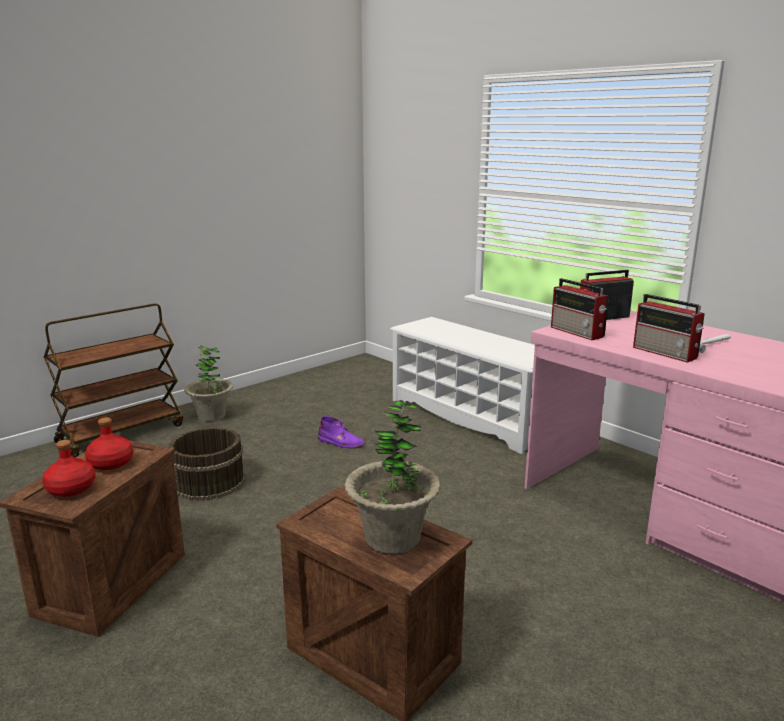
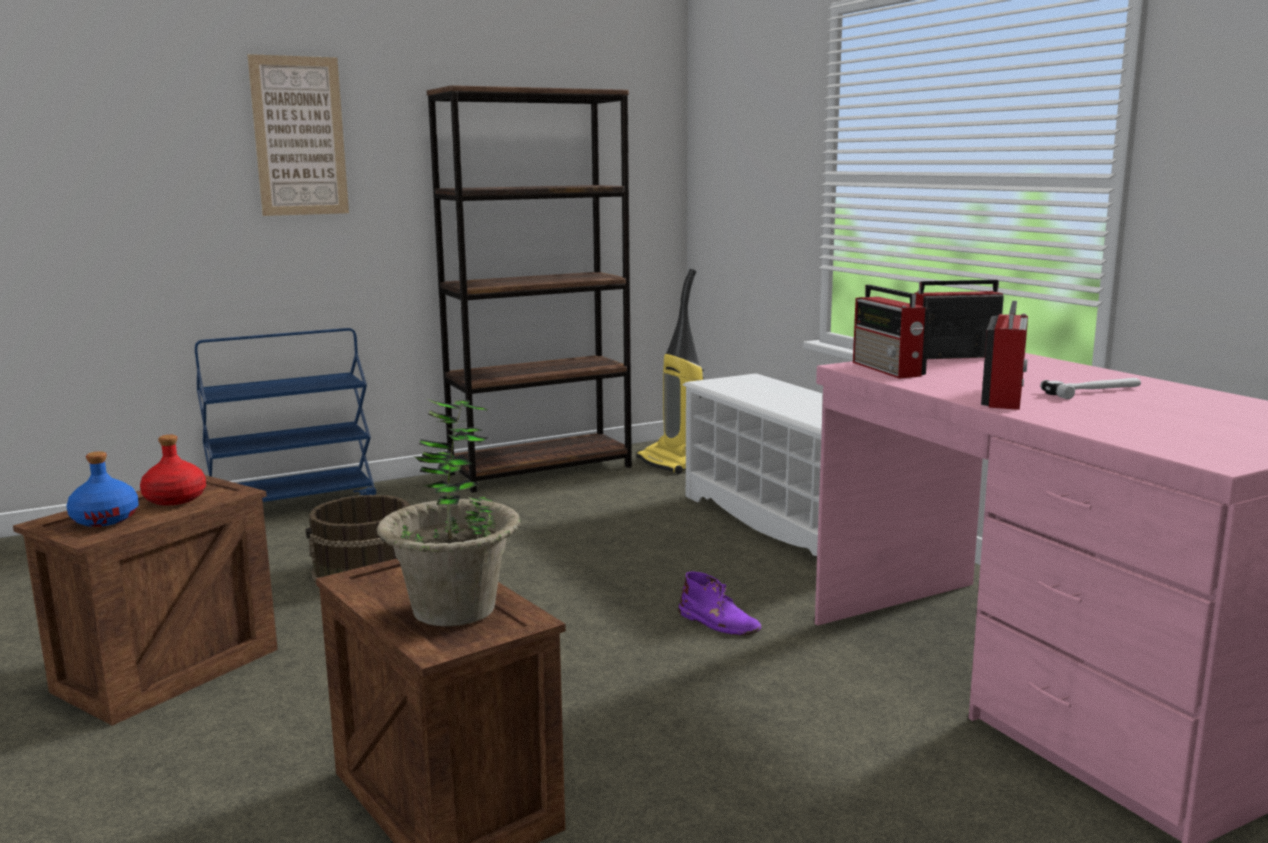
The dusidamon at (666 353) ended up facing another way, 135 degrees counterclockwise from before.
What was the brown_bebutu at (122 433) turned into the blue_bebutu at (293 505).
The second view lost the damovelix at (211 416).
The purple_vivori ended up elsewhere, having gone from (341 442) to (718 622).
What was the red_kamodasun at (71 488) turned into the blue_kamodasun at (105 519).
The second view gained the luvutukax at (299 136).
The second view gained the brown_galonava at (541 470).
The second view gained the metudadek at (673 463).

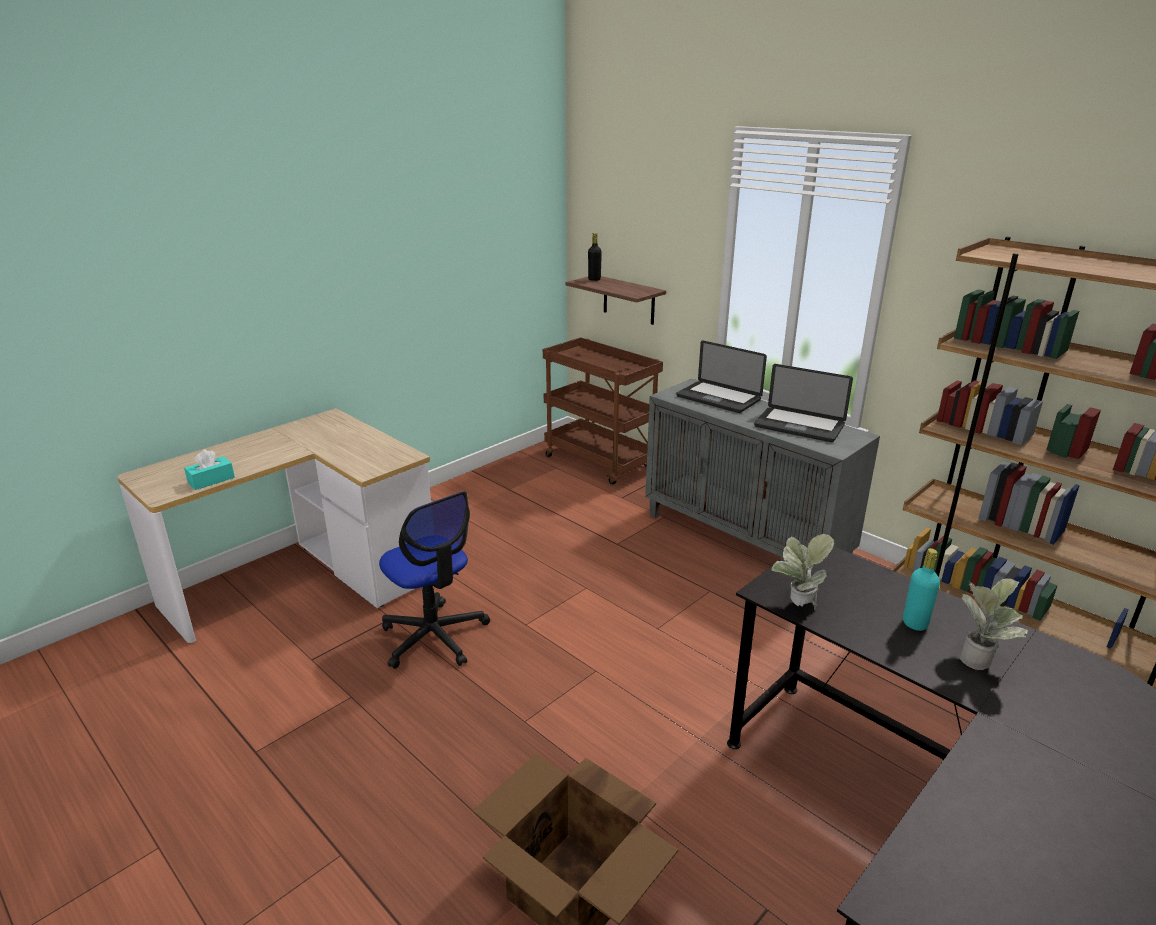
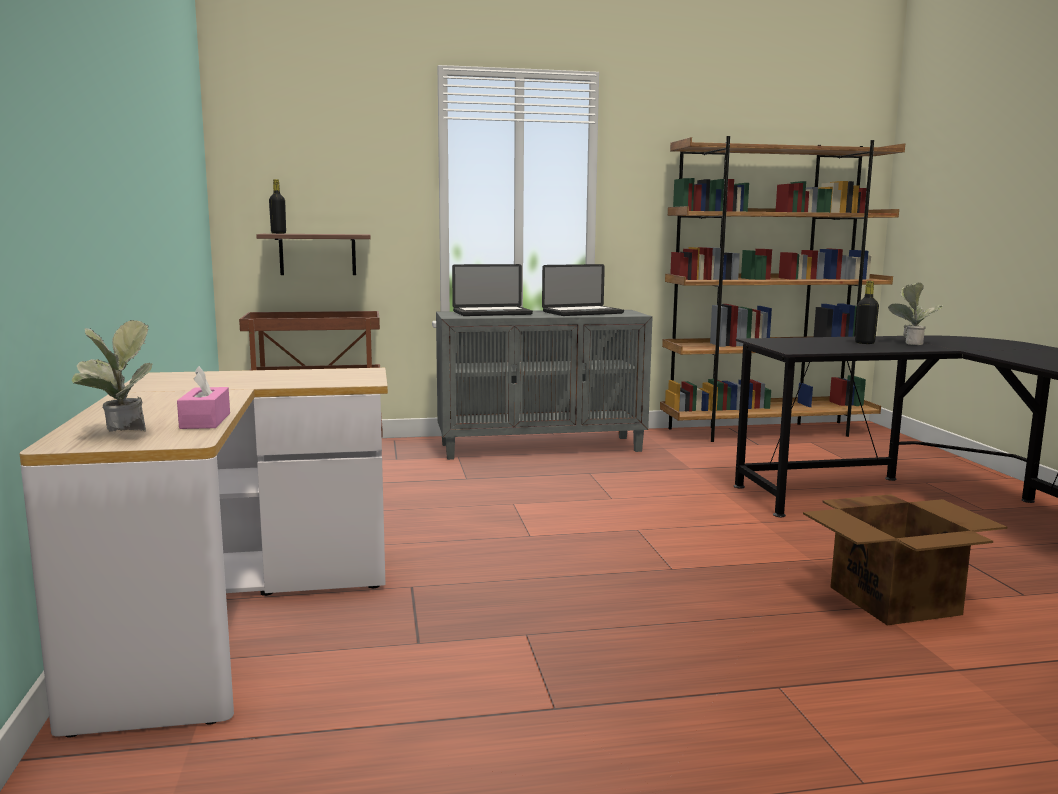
What was the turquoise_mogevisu at (211 480) turned into the pink_mogevisu at (205 421).
The second view lost the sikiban at (434 636).
The damovelix ended up elsewhere, having gone from (796 607) to (119 436).
What was the turquoise_kamodasun at (915 623) turned into the black_kamodasun at (864 343).

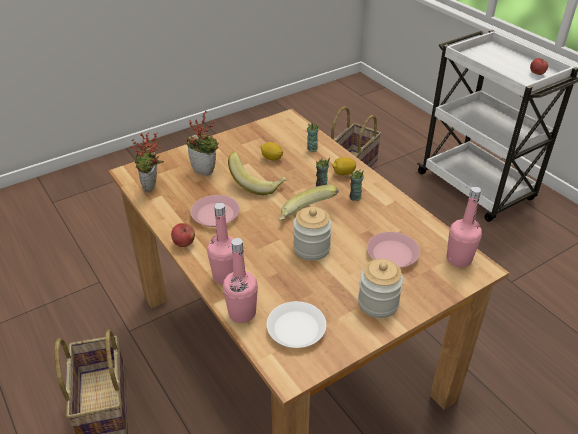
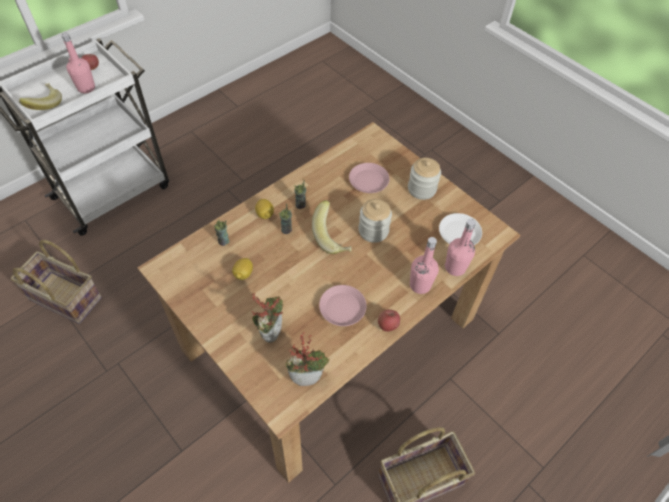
The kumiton ended up elsewhere, having gone from (257 184) to (44 105).
The pink_kamodasun ended up elsewhere, having gone from (458 259) to (86 88).

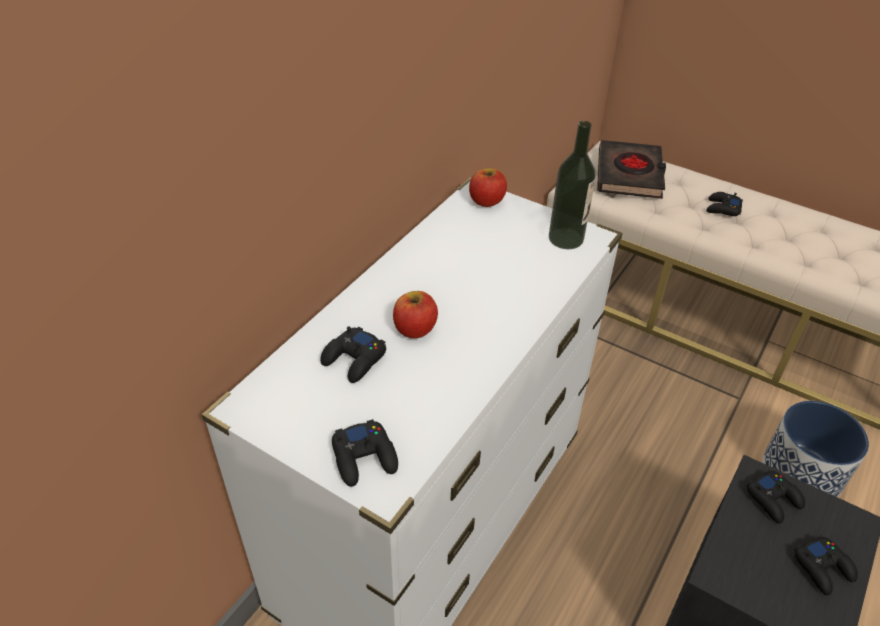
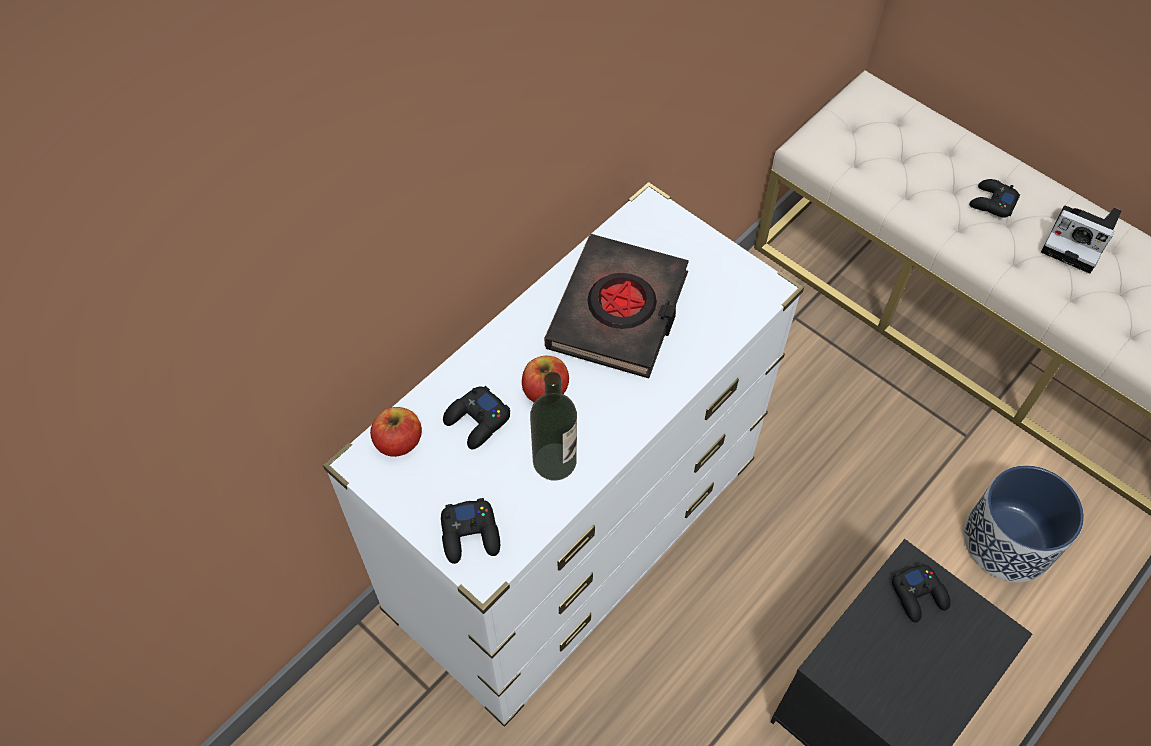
The kamodasun ended up elsewhere, having gone from (566 238) to (554 461).
The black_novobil ended up elsewhere, having gone from (629 175) to (619 312).
The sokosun ended up elsewhere, having gone from (486 201) to (398 442).
The second view lost the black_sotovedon at (823 568).
The second view gained the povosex at (1078 242).

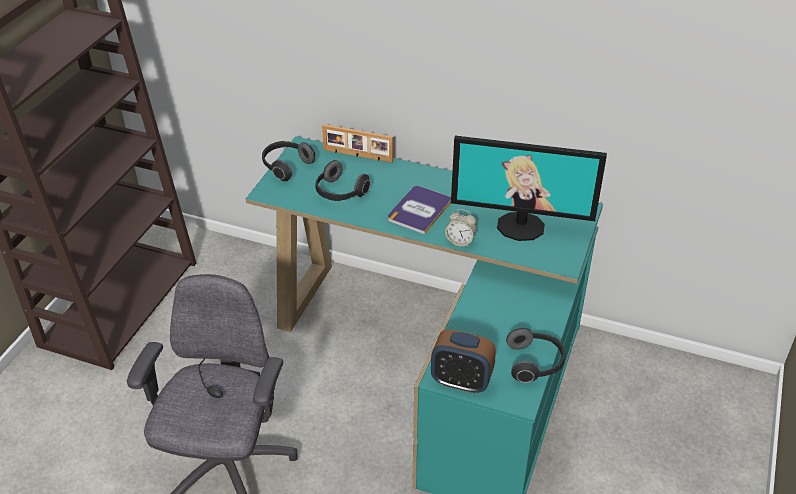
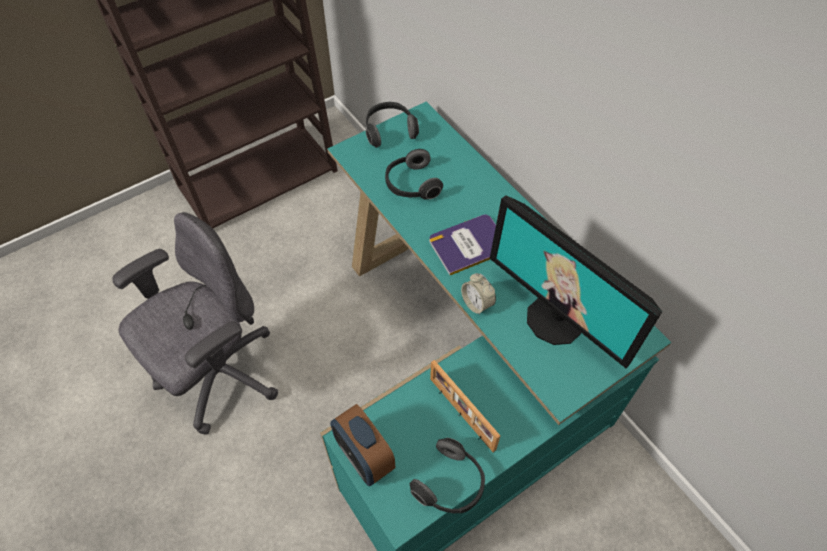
The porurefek ended up elsewhere, having gone from (357 156) to (461 414).

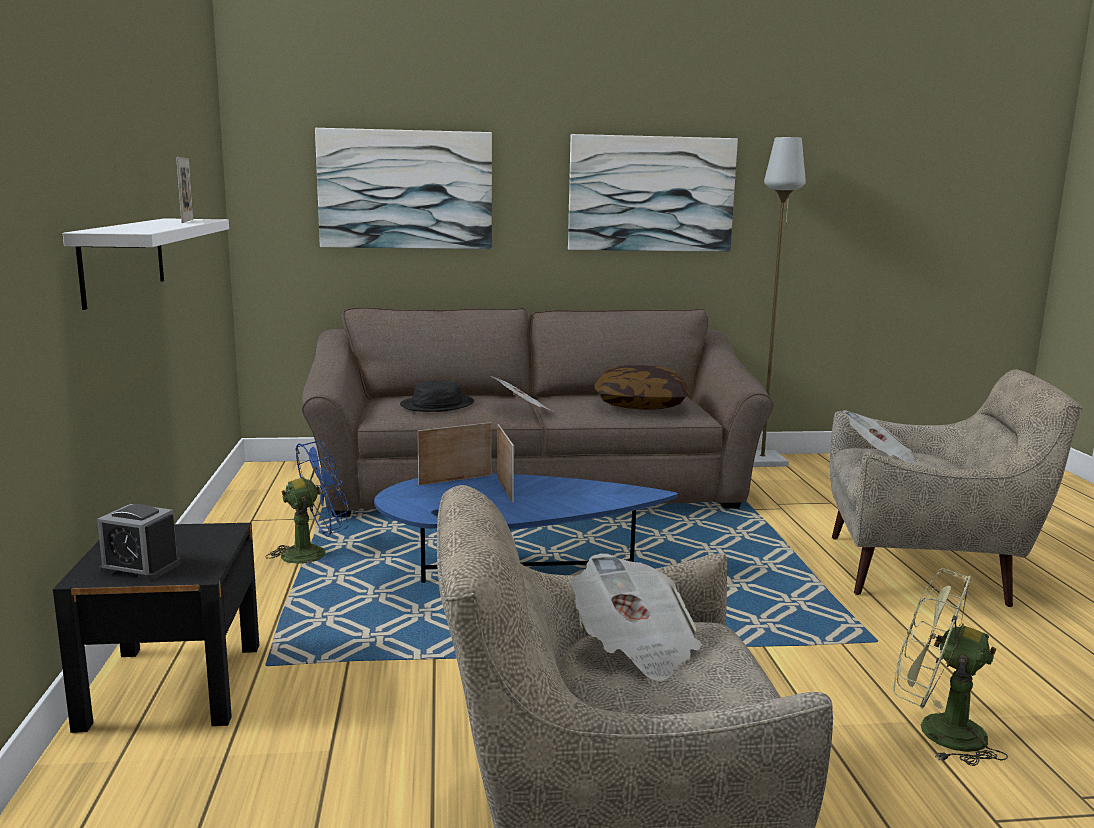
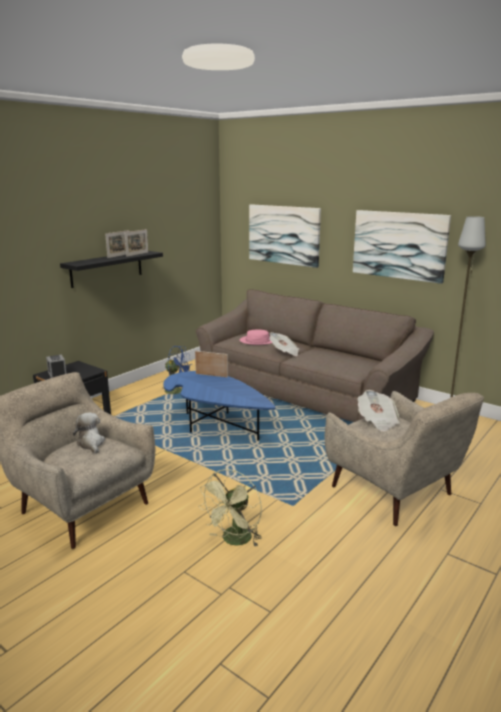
What was the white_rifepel at (123 259) turned into the black_rifepel at (107 268).
The second view lost the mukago at (640 405).
What was the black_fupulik at (437 405) turned into the pink_fupulik at (257 341).
The porurefek ended up elsewhere, having gone from (505 489) to (119 255).
Where the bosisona stood at (635 647), the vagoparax came to stand at (91 443).
The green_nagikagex at (936 731) ended up facing another way, 135 degrees counterclockwise from before.

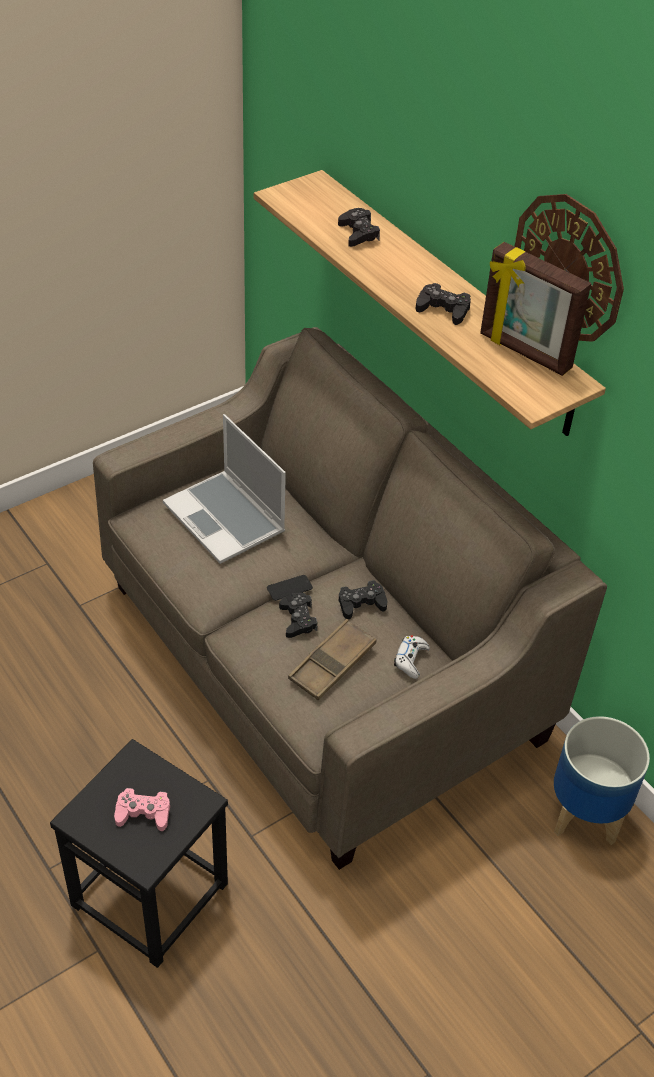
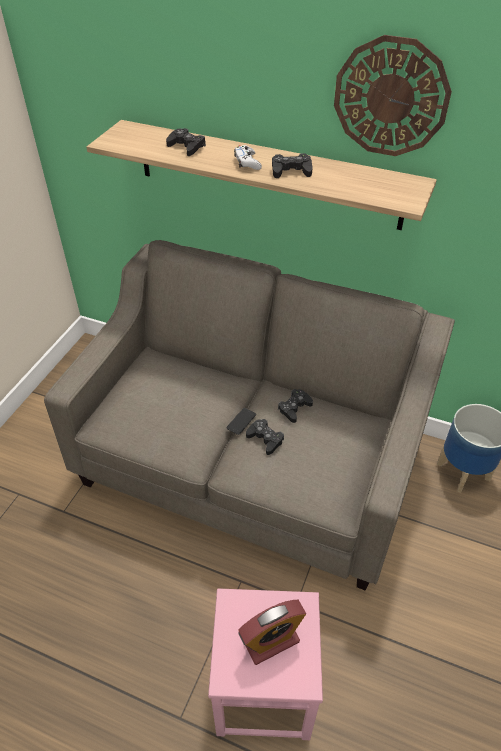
The second view lost the porurefek at (524 352).
The second view lost the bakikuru at (226 519).
The second view lost the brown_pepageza at (332 664).
The white_sotovedon ended up elsewhere, having gone from (411 660) to (247 162).
What was the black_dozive at (151 893) turned into the pink_dozive at (264 687).
Where the pink_sotovedon stood at (143 813), the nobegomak came to stand at (271 641).

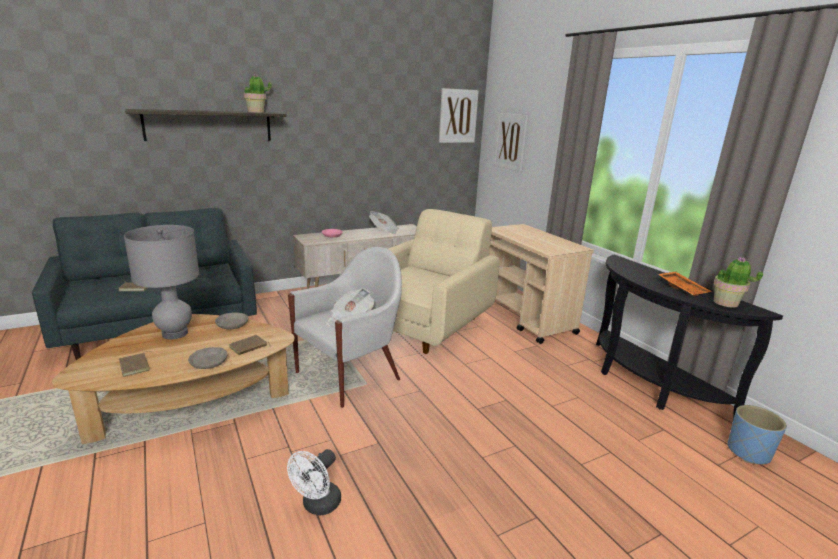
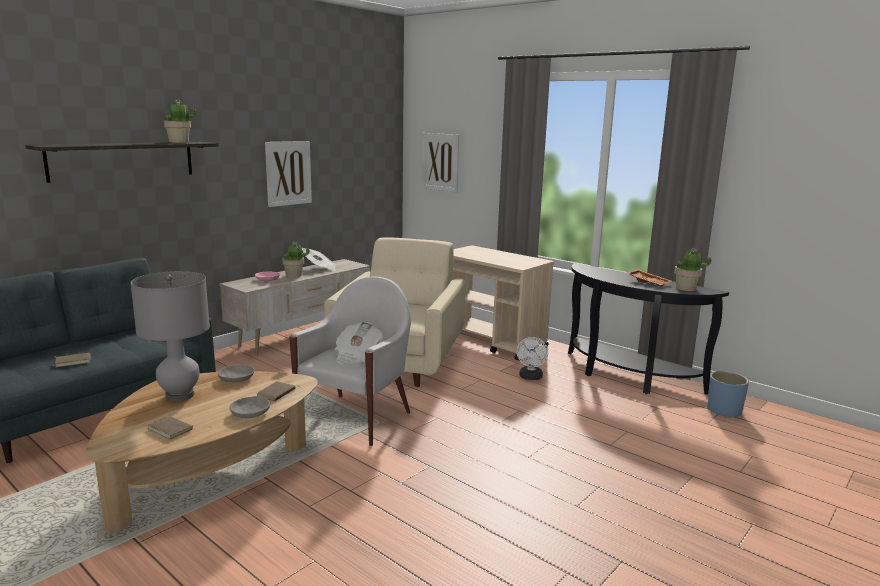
The luvutukax ended up elsewhere, having gone from (458 116) to (288 173).
The white_nagikagex ended up elsewhere, having gone from (317 506) to (530 377).
The second view gained the damovelix at (294 275).

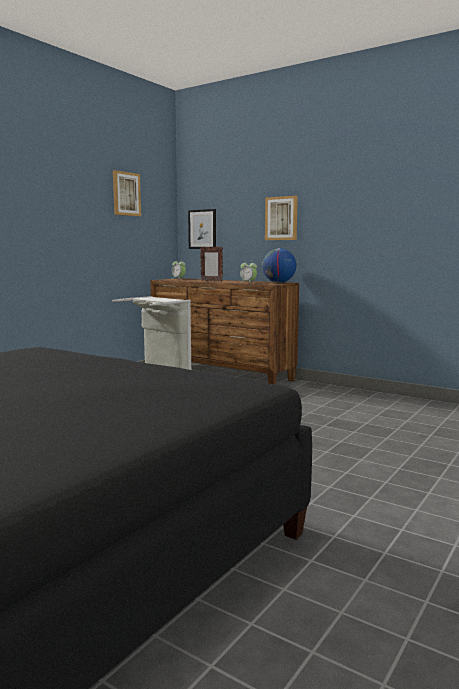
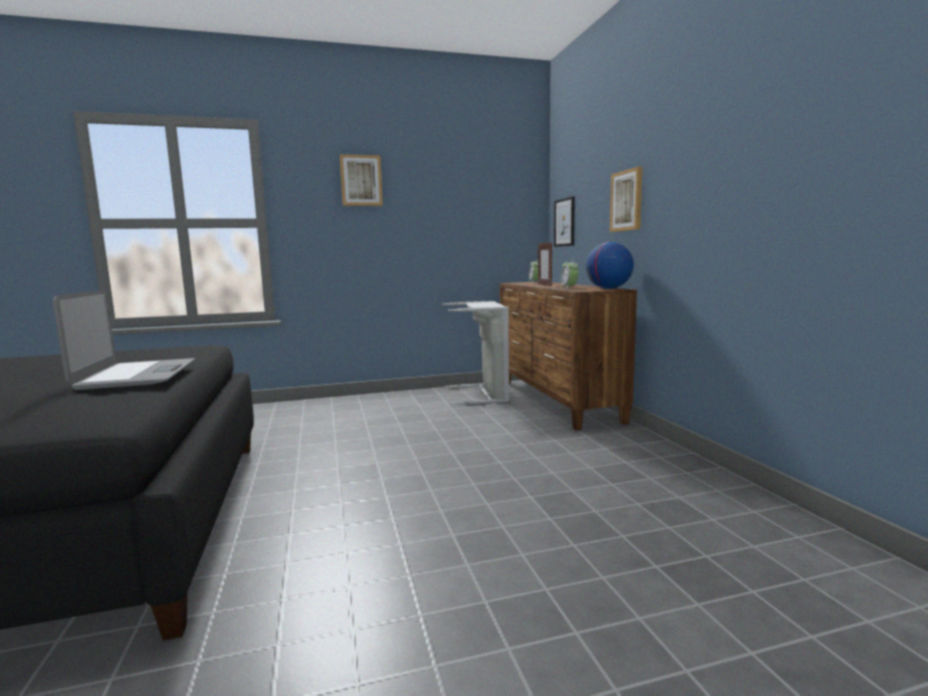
The luvutukax ended up elsewhere, having gone from (126 194) to (361 180).
The second view gained the bakikuru at (137 375).

